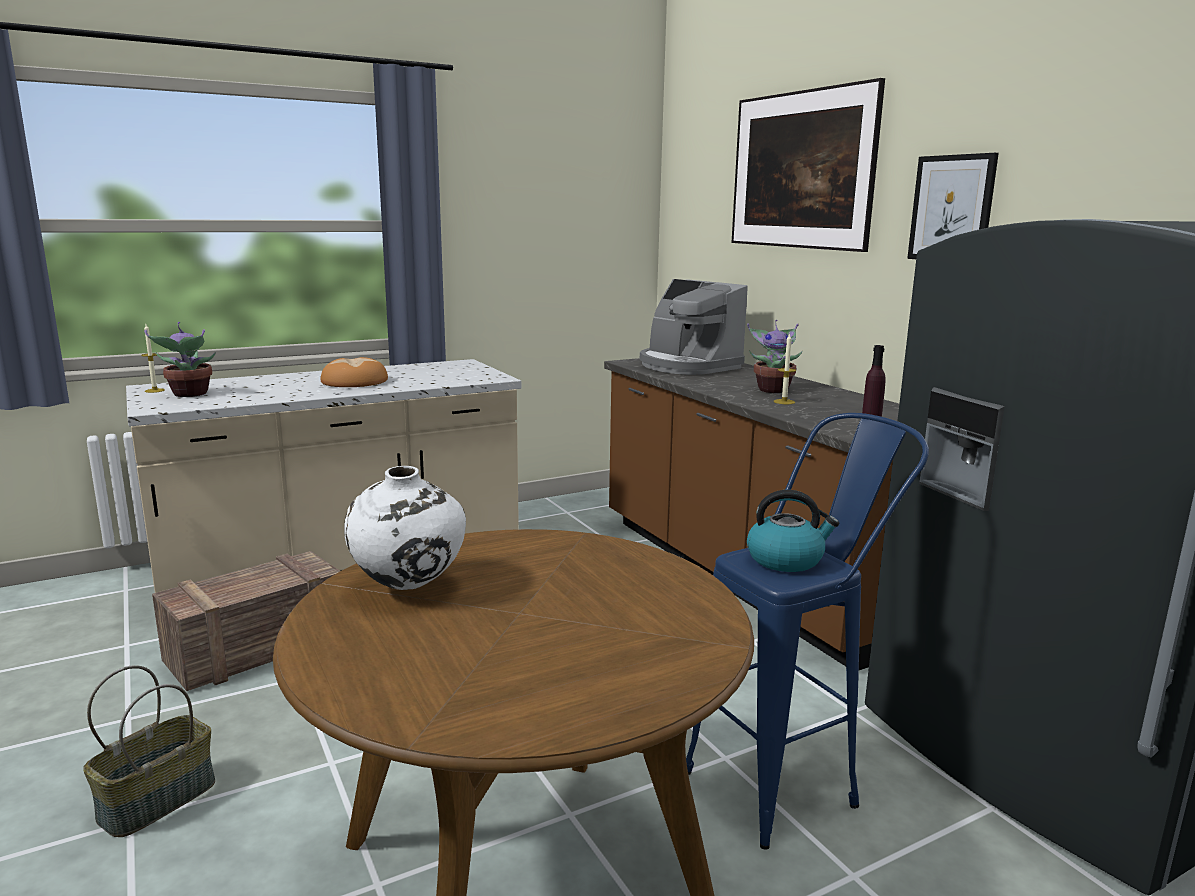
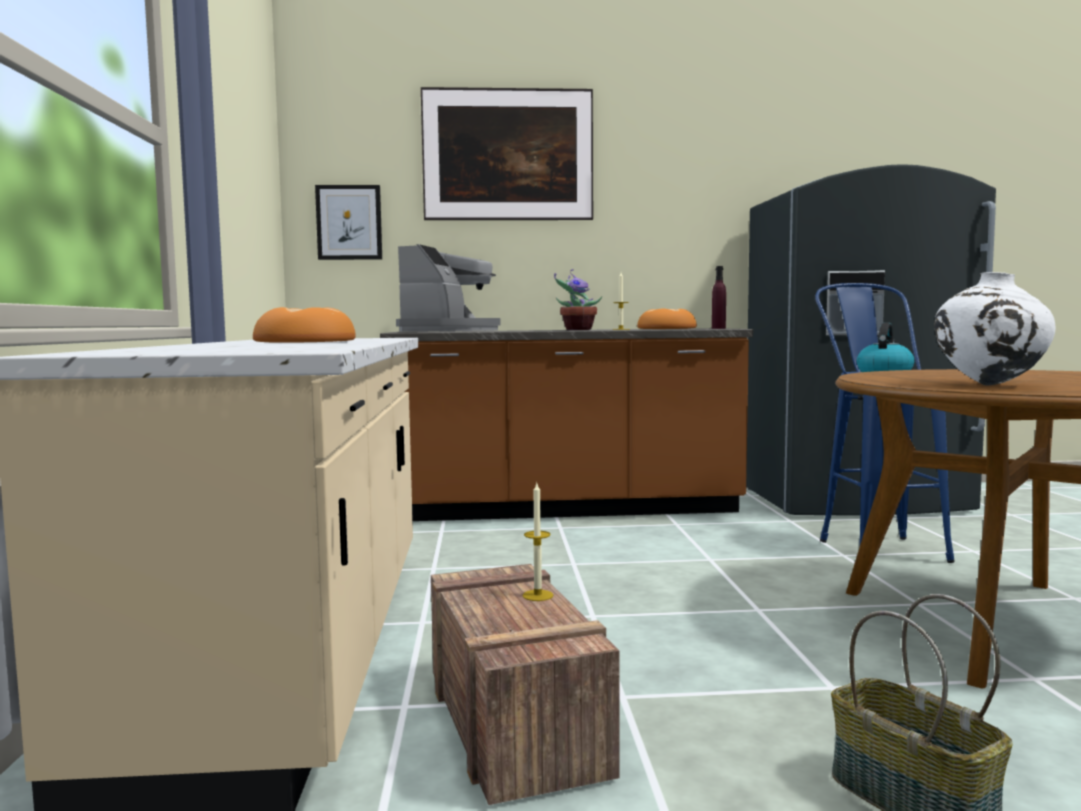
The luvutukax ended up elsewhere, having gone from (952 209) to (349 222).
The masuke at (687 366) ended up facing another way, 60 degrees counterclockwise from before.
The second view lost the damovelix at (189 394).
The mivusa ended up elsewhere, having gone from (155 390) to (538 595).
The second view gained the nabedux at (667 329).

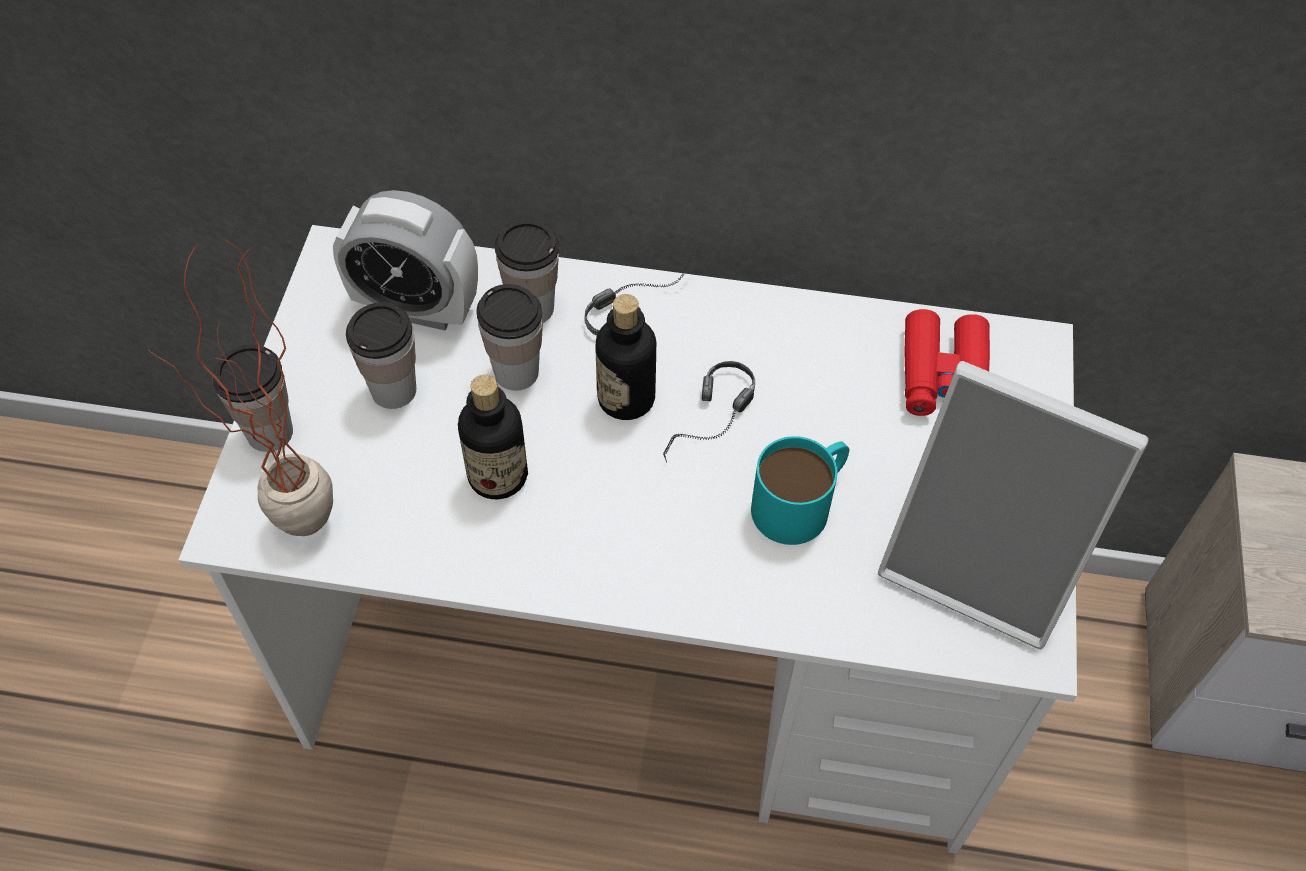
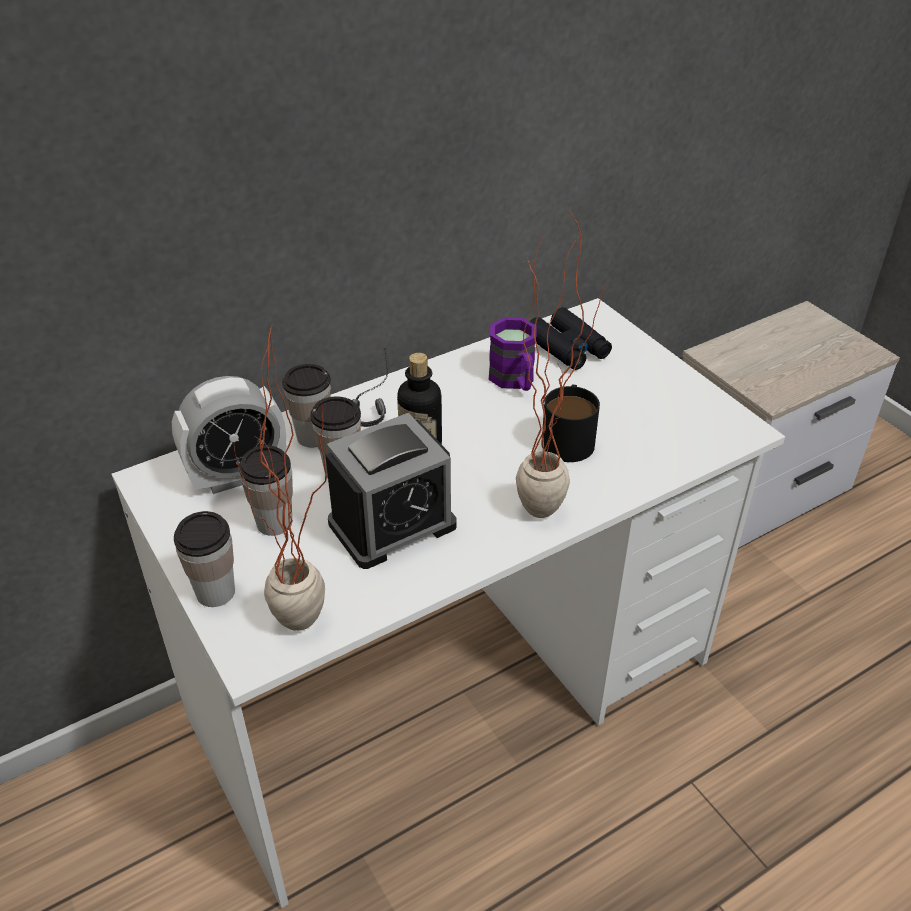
What was the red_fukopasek at (943 376) turned into the black_fukopasek at (568 348).
The second view lost the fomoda at (711 427).
The second view lost the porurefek at (982 564).
Where the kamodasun stood at (497 476), the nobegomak came to stand at (392 524).
What was the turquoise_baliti at (802 502) turned into the black_baliti at (569 437).
The second view gained the damovelix at (551 502).
The second view gained the purple_baliti at (515 381).

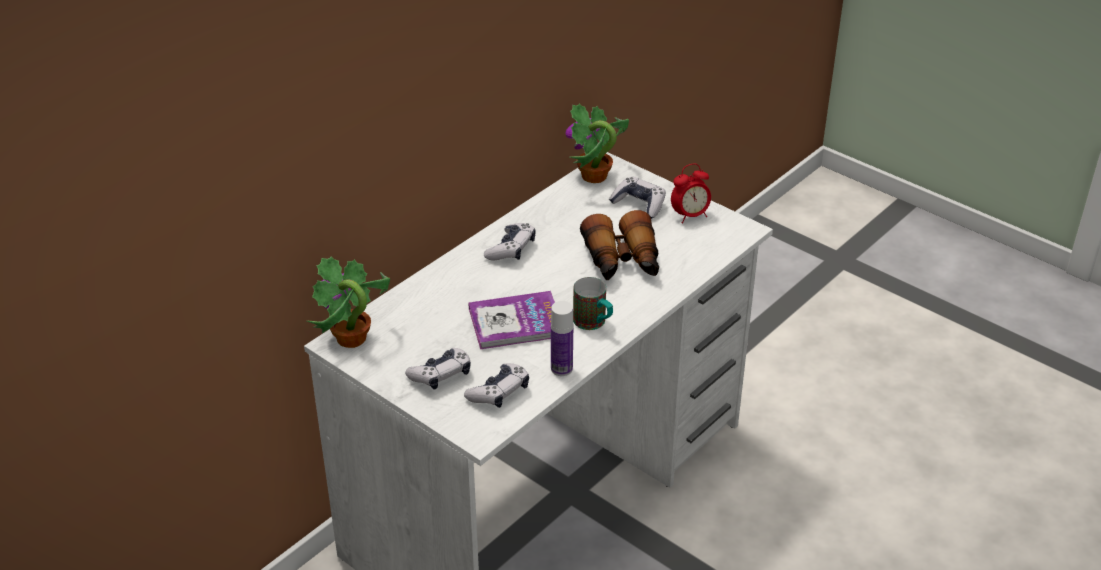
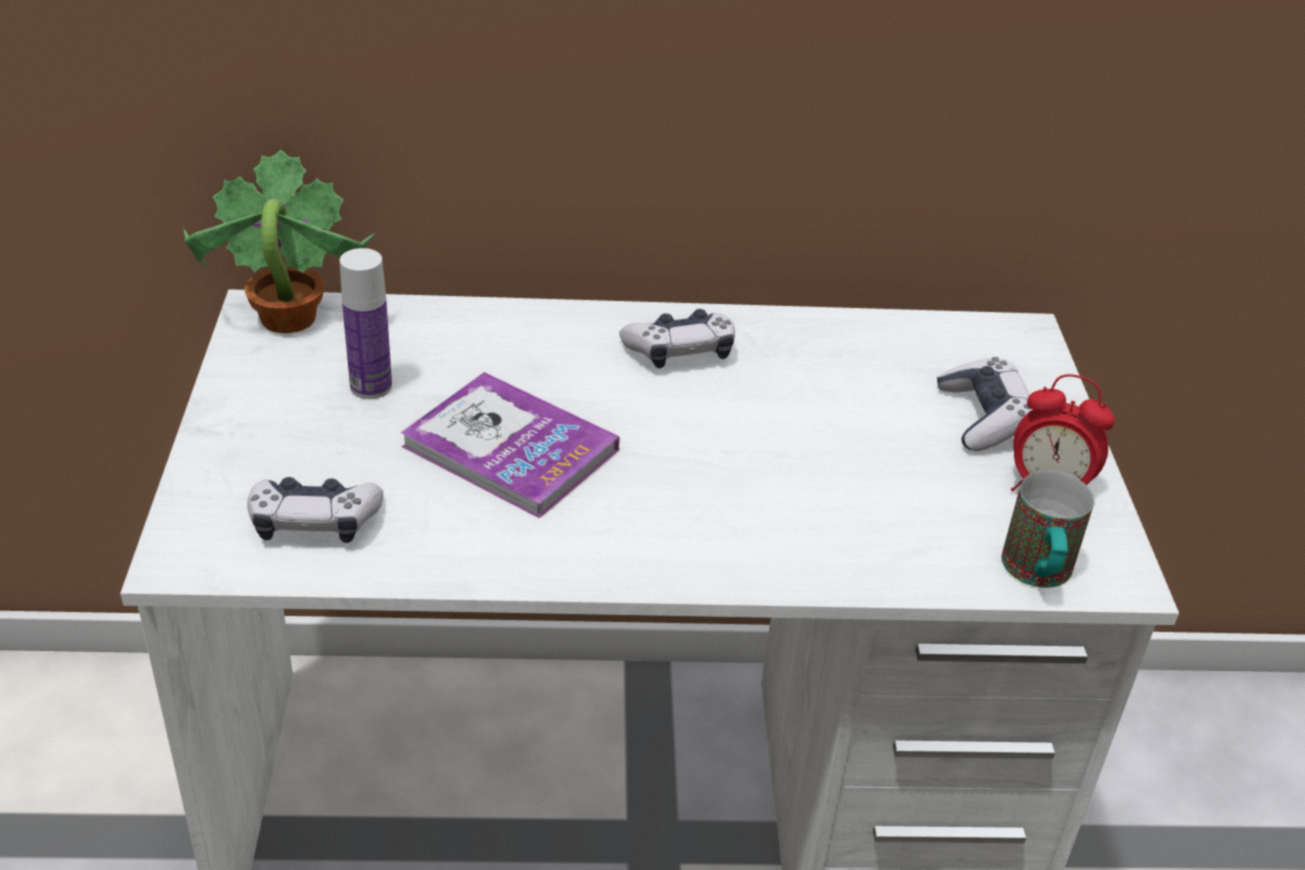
The second view lost the damovelix at (594 176).
The second view lost the fukopasek at (622 262).
The baliti ended up elsewhere, having gone from (594 323) to (1037 575).
The kamodasun ended up elsewhere, having gone from (561 369) to (371 386).
The second view lost the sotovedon at (441 375).

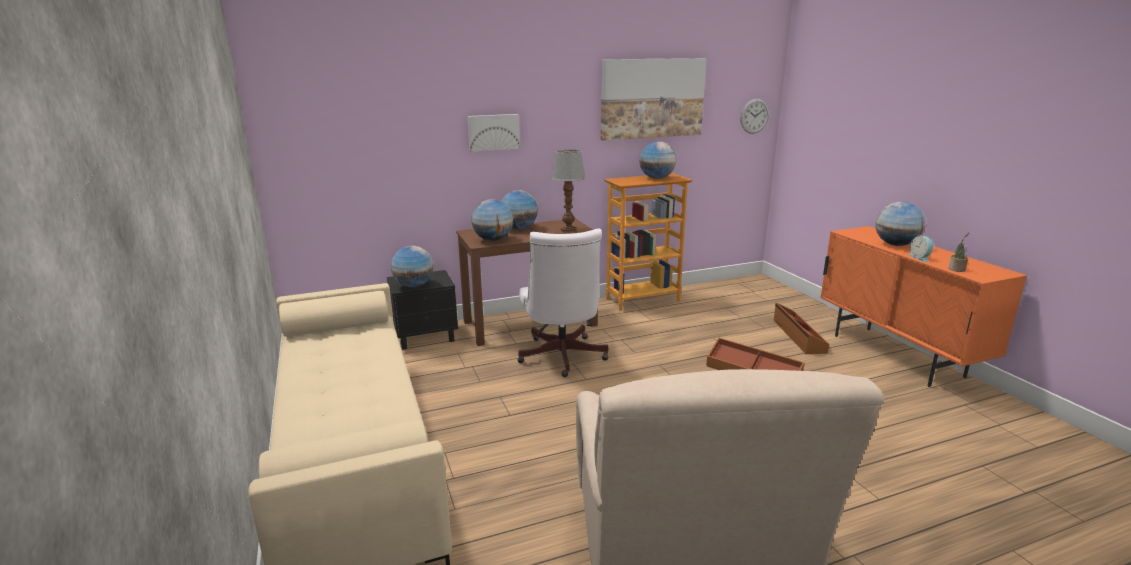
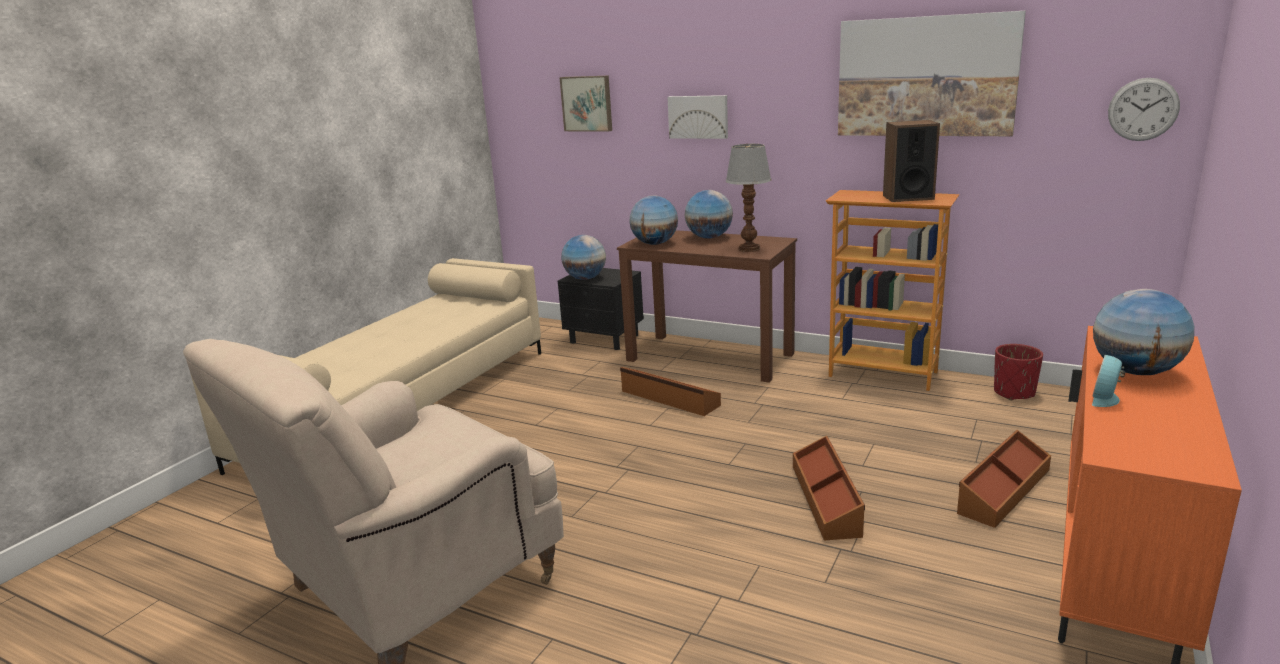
Where the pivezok stood at (656 178), the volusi came to stand at (908 197).
Where the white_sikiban stood at (561 358), the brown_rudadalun came to stand at (669 398).
The second view lost the damovelix at (956 269).
The second view gained the luvutukax at (587 103).
The second view gained the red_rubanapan at (1014 393).

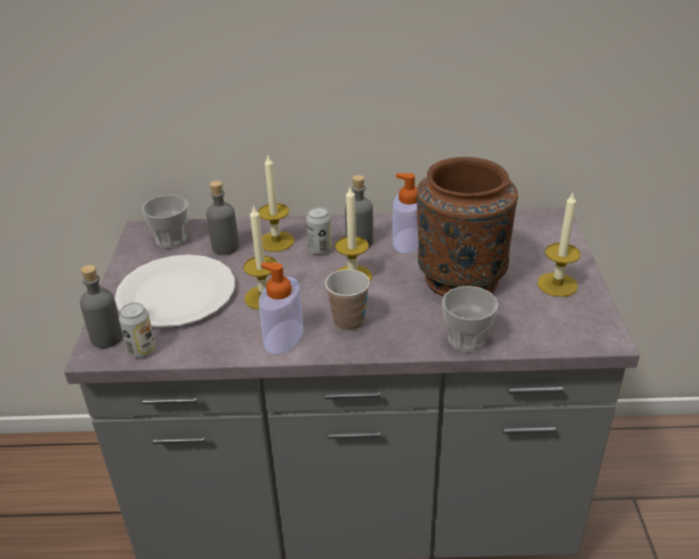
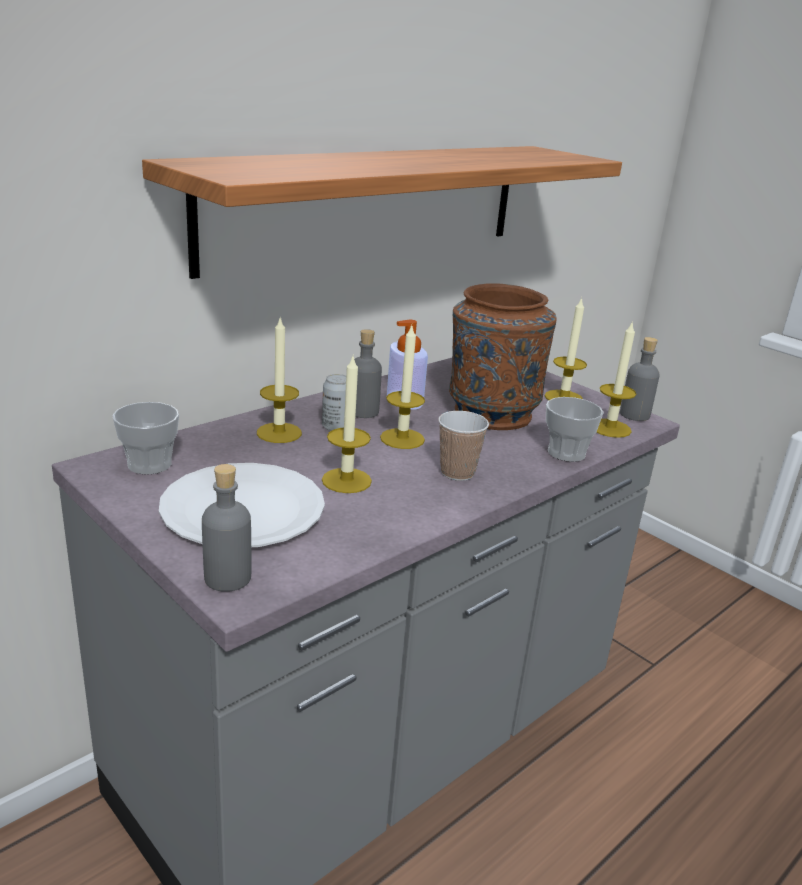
The grey_kamodasun ended up elsewhere, having gone from (225 247) to (634 415).
The second view lost the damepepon at (283 337).
The second view lost the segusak at (142 350).
The second view gained the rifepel at (371 203).
The second view gained the mivusa at (610 428).

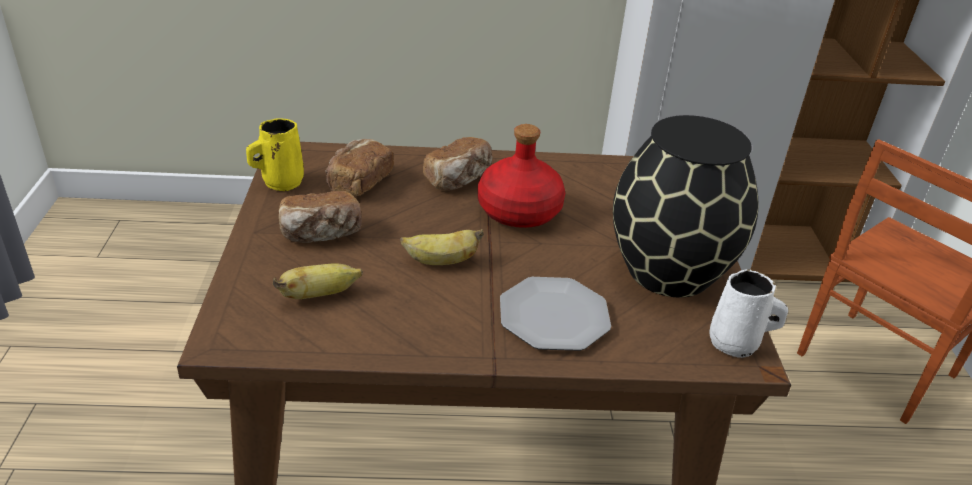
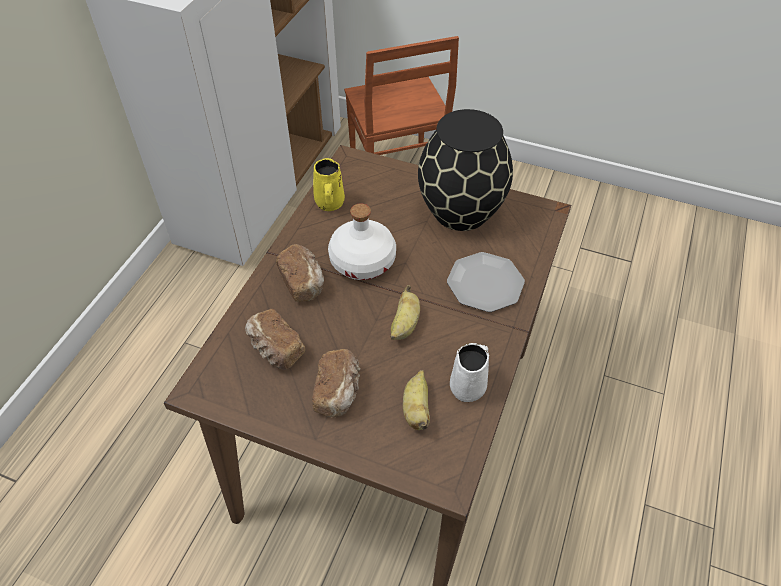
The yellow_baliti ended up elsewhere, having gone from (280 182) to (329 204).
What was the red_kamodasun at (518 212) turned into the white_kamodasun at (363 261).
The white_baliti ended up elsewhere, having gone from (736 344) to (469 387).

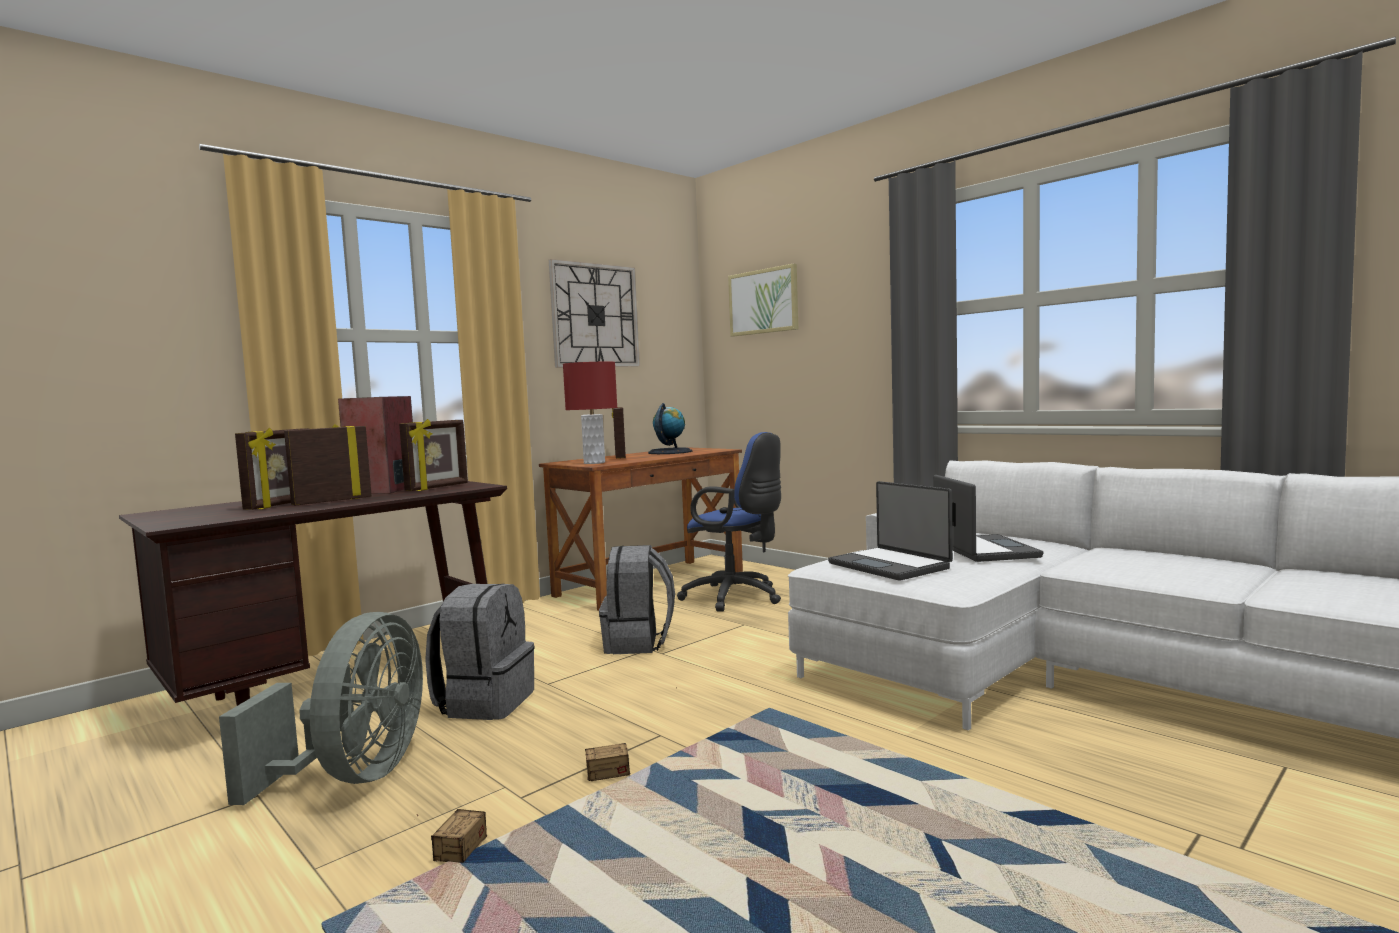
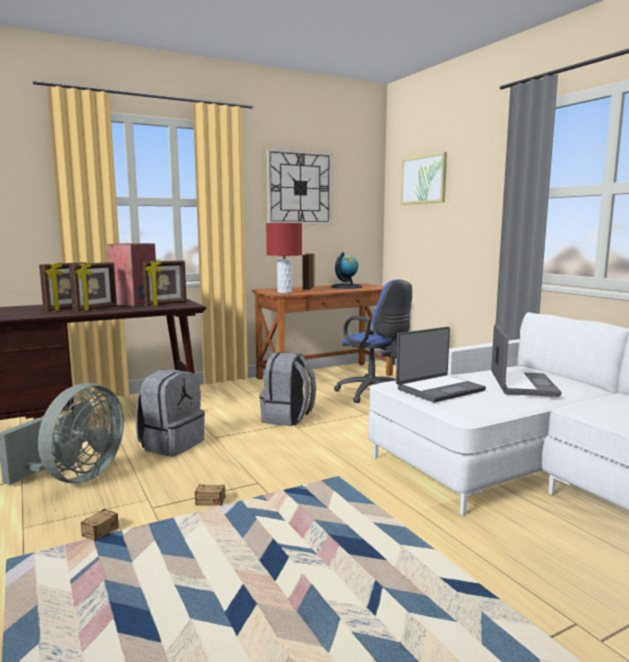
The porurefek at (332 501) ended up facing another way, 150 degrees clockwise from before.
The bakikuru at (890 565) ended up facing another way, 105 degrees counterclockwise from before.

